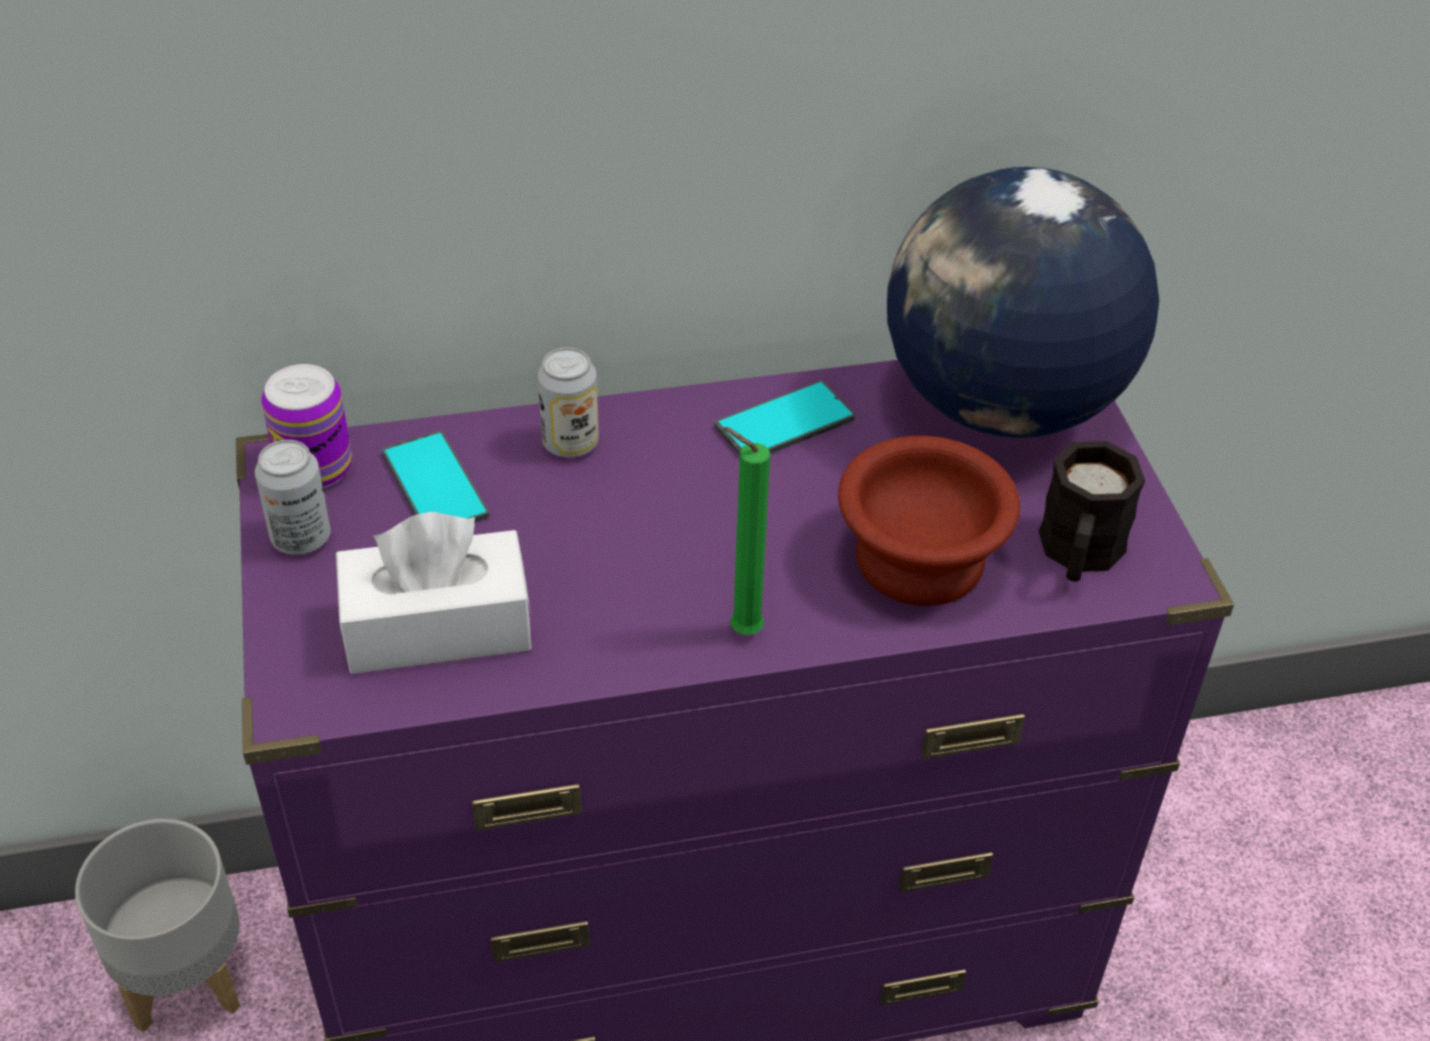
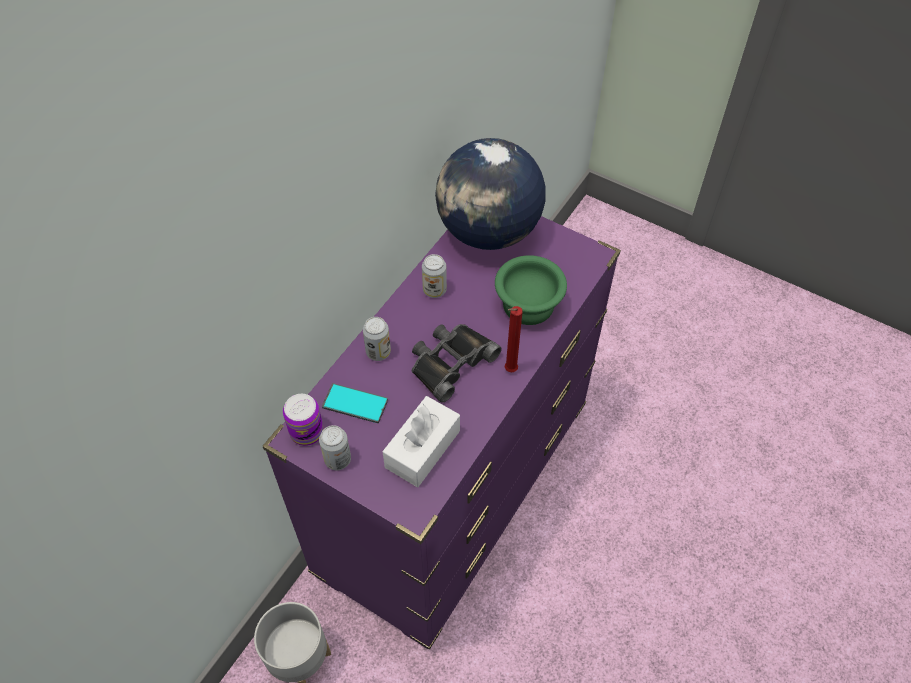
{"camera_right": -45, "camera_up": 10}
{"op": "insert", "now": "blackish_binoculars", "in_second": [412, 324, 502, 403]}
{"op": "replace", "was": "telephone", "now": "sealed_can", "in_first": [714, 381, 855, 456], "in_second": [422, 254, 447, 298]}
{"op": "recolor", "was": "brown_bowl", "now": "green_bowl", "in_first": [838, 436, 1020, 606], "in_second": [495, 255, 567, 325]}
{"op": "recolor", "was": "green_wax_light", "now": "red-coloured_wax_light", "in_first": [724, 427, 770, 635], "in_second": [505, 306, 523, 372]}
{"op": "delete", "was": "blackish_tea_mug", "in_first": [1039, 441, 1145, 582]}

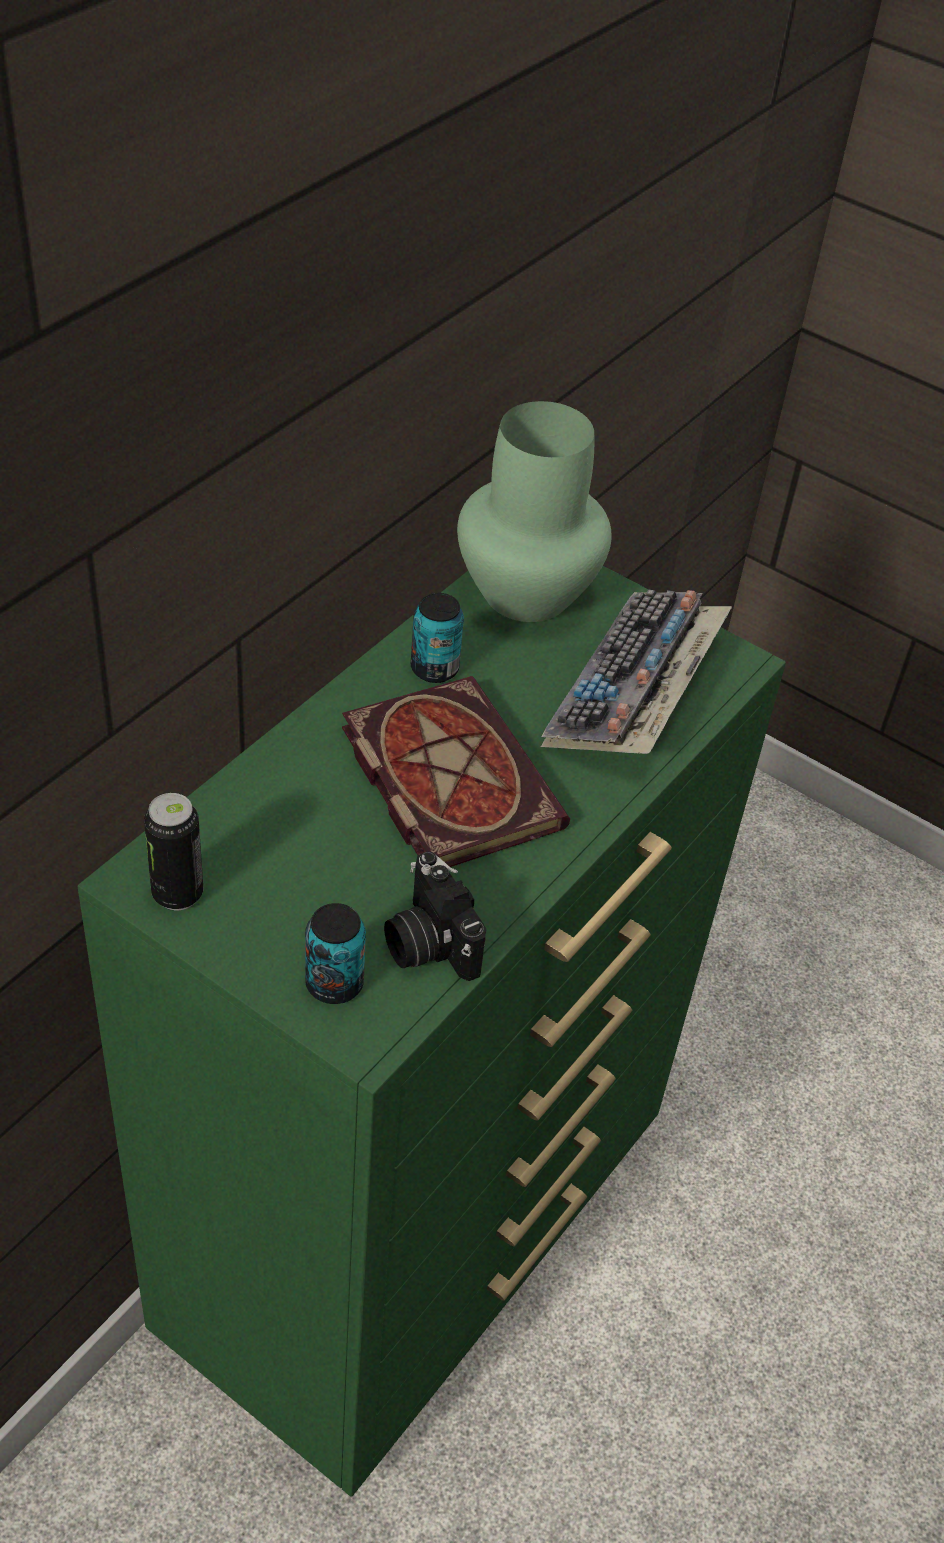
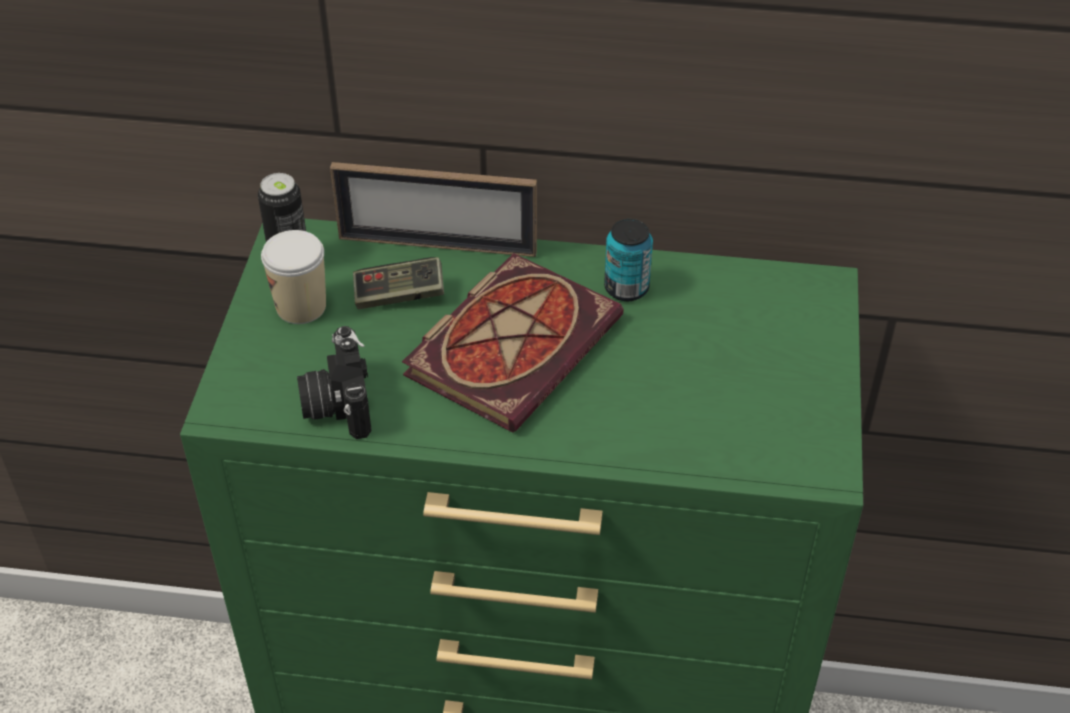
{"camera_right": 65, "camera_up": 0}
{"op": "insert", "now": "drinking_cup", "in_second": [261, 230, 326, 324]}
{"op": "rotate", "was": "still_camera", "in_first": [384, 851, 486, 981], "in_second": [297, 326, 371, 439], "clockwise": -45}
{"op": "insert", "now": "standing_frame", "in_second": [330, 162, 537, 257]}
{"op": "insert", "now": "joypad", "in_second": [353, 257, 444, 309]}
{"op": "delete", "was": "sealed_can", "in_first": [305, 903, 366, 1004]}
{"op": "delete", "was": "green_vase", "in_first": [457, 401, 612, 622]}
{"op": "delete", "was": "computer_keyboard", "in_first": [541, 590, 732, 754]}

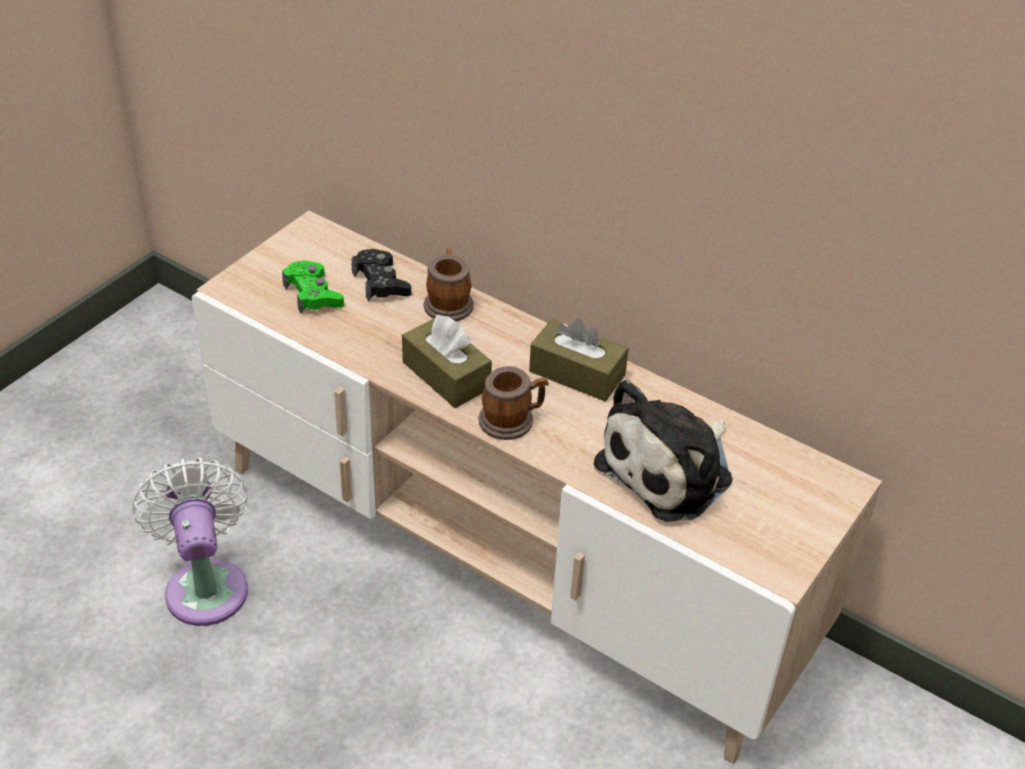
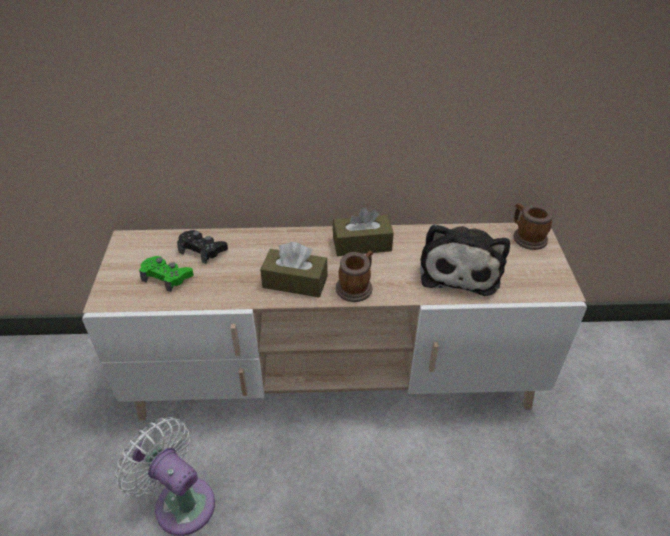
{"camera_right": -35, "camera_up": 0}
{"op": "move", "was": "tea_mug", "in_first": [424, 248, 474, 321], "in_second": [513, 203, 553, 250]}

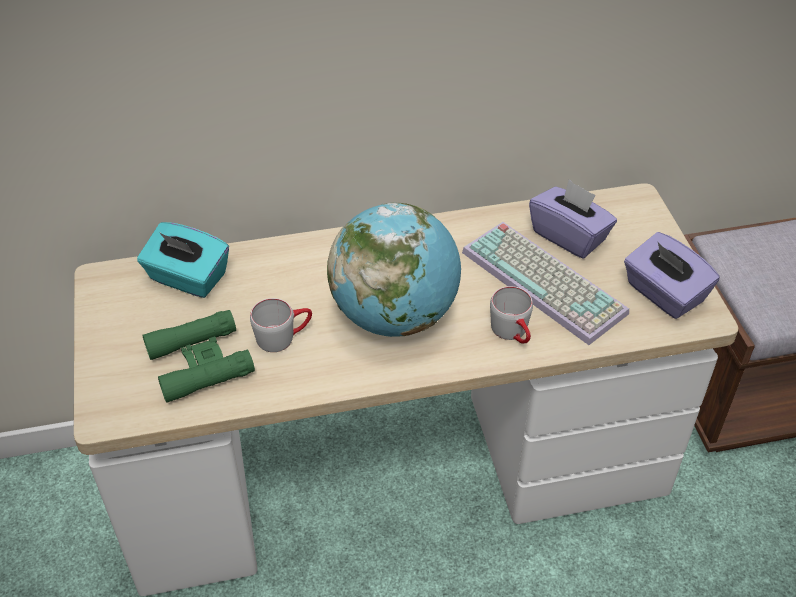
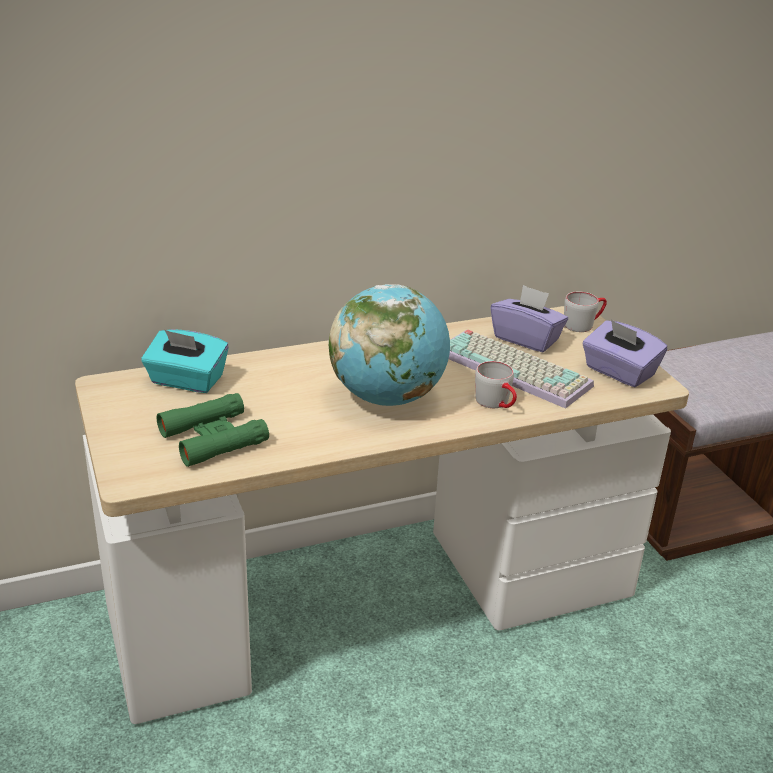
{"camera_right": -10, "camera_up": -15}
{"op": "move", "was": "greyish_tea_mug", "in_first": [250, 298, 312, 352], "in_second": [564, 292, 607, 332]}

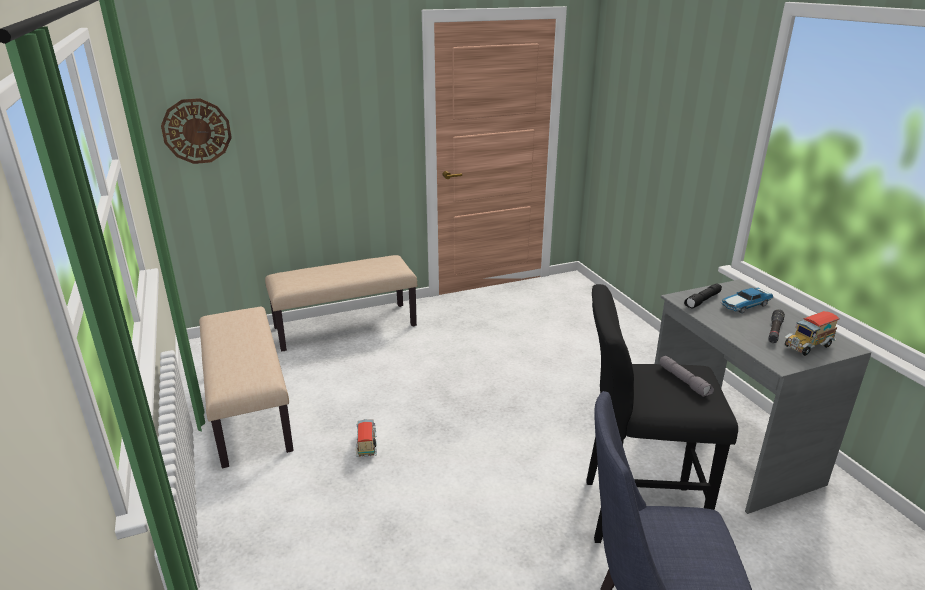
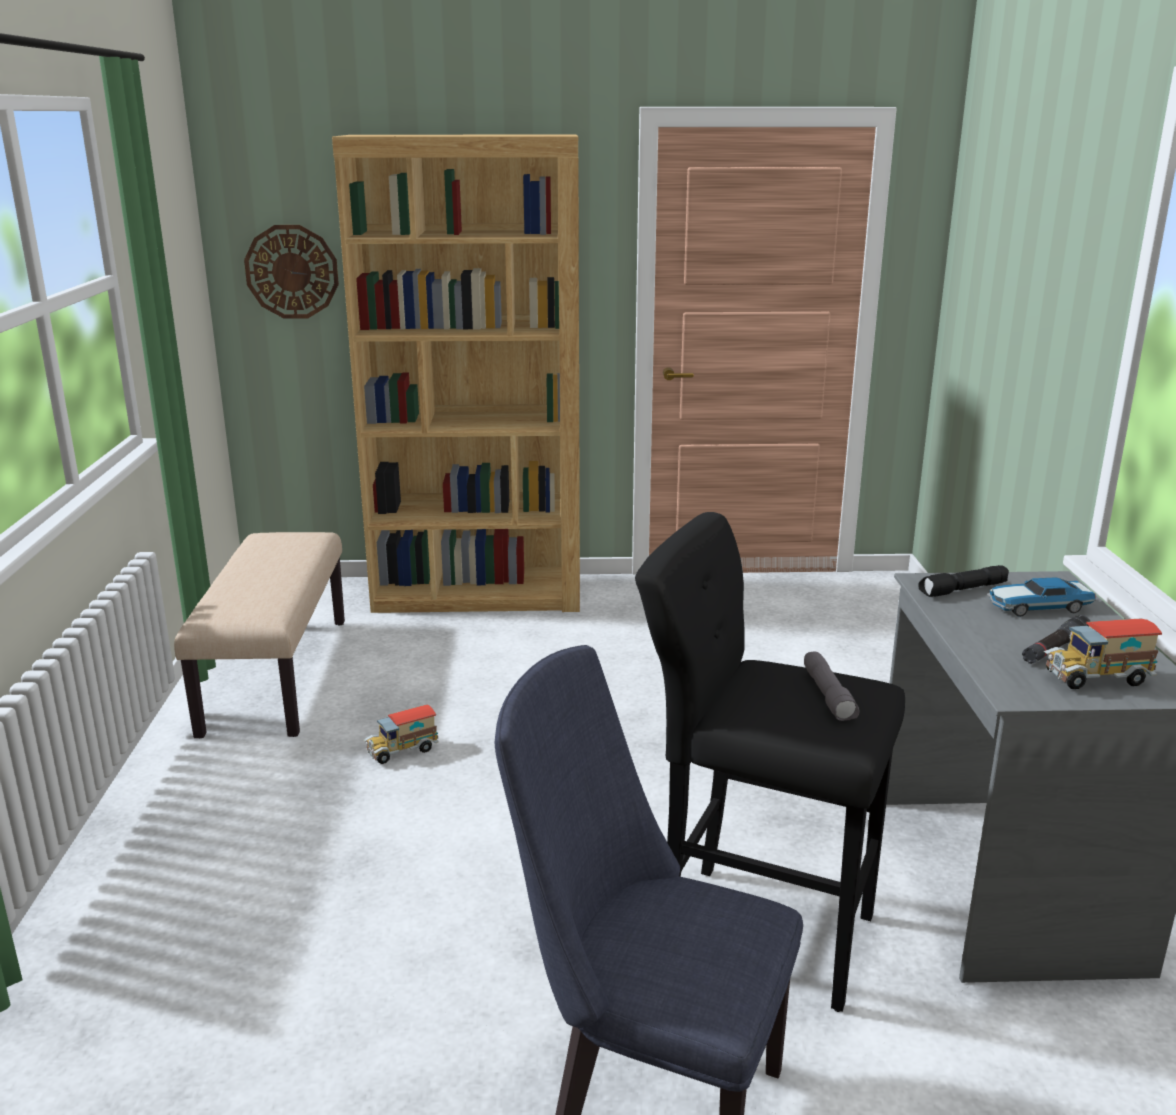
{"camera_right": 20, "camera_up": -5}
{"op": "replace", "was": "beige_bench", "now": "brown_shelving_unit", "in_first": [265, 255, 417, 351], "in_second": [332, 135, 580, 613]}
{"op": "rotate", "was": "toy_lorry", "in_first": [356, 419, 377, 457], "in_second": [364, 704, 439, 764], "clockwise": -135}

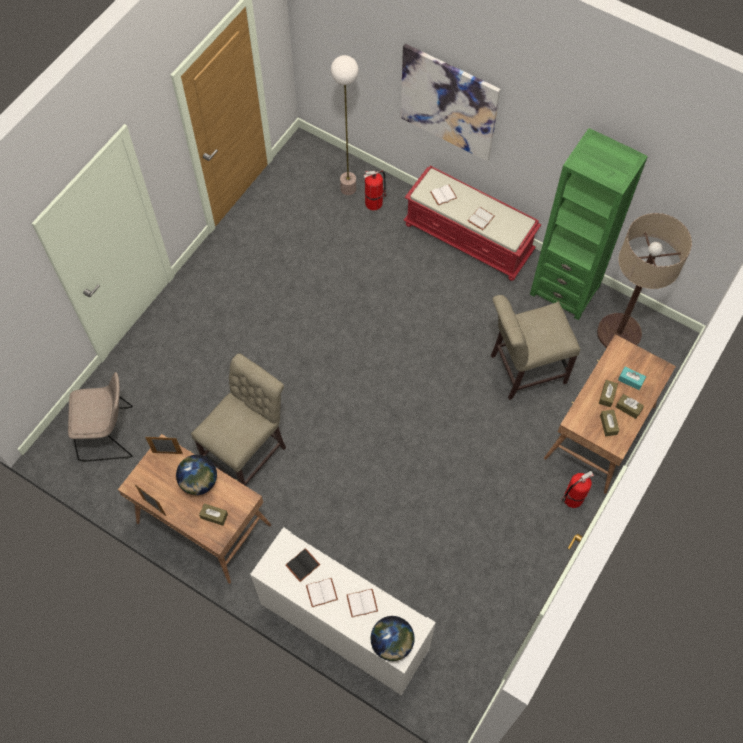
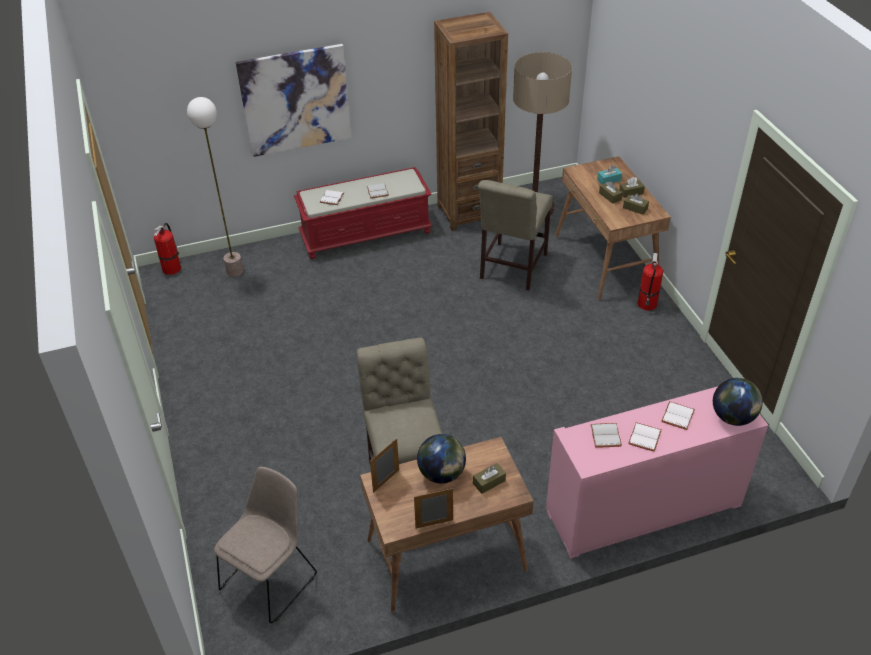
{"camera_right": -50, "camera_up": -20}
{"op": "move", "was": "fire_extinguisher", "in_first": [364, 171, 387, 210], "in_second": [154, 223, 181, 275]}
{"op": "recolor", "was": "green_shelving_unit", "now": "brown_shelving_unit", "in_first": [530, 128, 648, 320], "in_second": [434, 12, 508, 231]}
{"op": "recolor", "was": "white_cabinet", "now": "pink_cabinet", "in_first": [250, 527, 436, 695], "in_second": [546, 386, 768, 559]}
{"op": "recolor", "was": "blackish_book", "now": "white_book", "in_first": [286, 548, 320, 582], "in_second": [590, 423, 622, 448]}

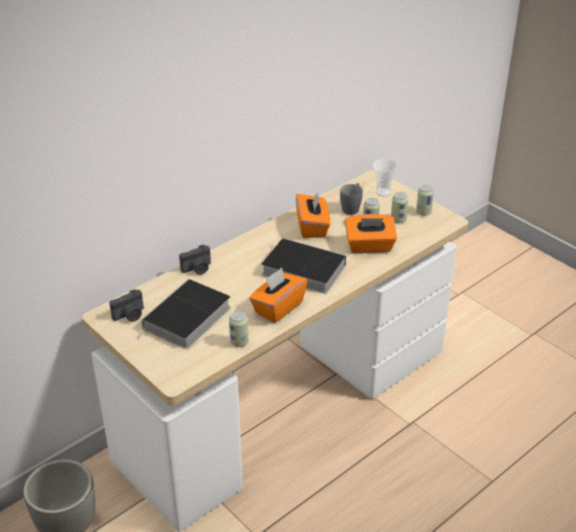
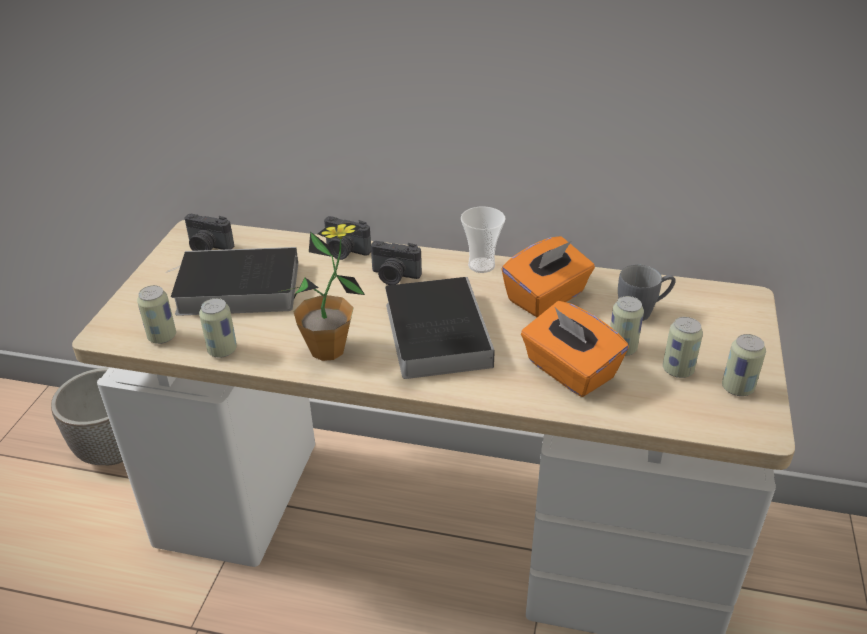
{"camera_right": 55, "camera_up": 0}
{"op": "insert", "now": "sealed_can", "in_second": [137, 285, 176, 344]}
{"op": "replace", "was": "orangey_tissue_holder", "now": "plant_in_a_pot", "in_first": [249, 268, 307, 323], "in_second": [278, 223, 365, 361]}
{"op": "insert", "now": "still_camera", "in_second": [371, 241, 422, 285]}
{"op": "move", "was": "drinking_cup", "in_first": [373, 159, 398, 197], "in_second": [461, 206, 505, 273]}

